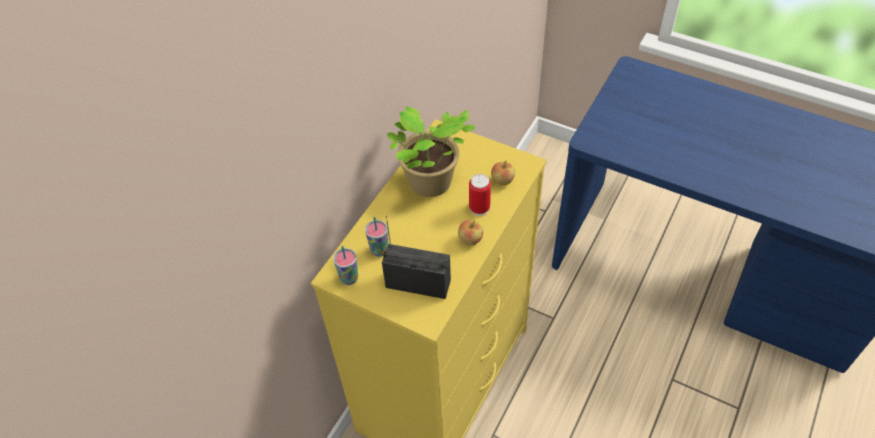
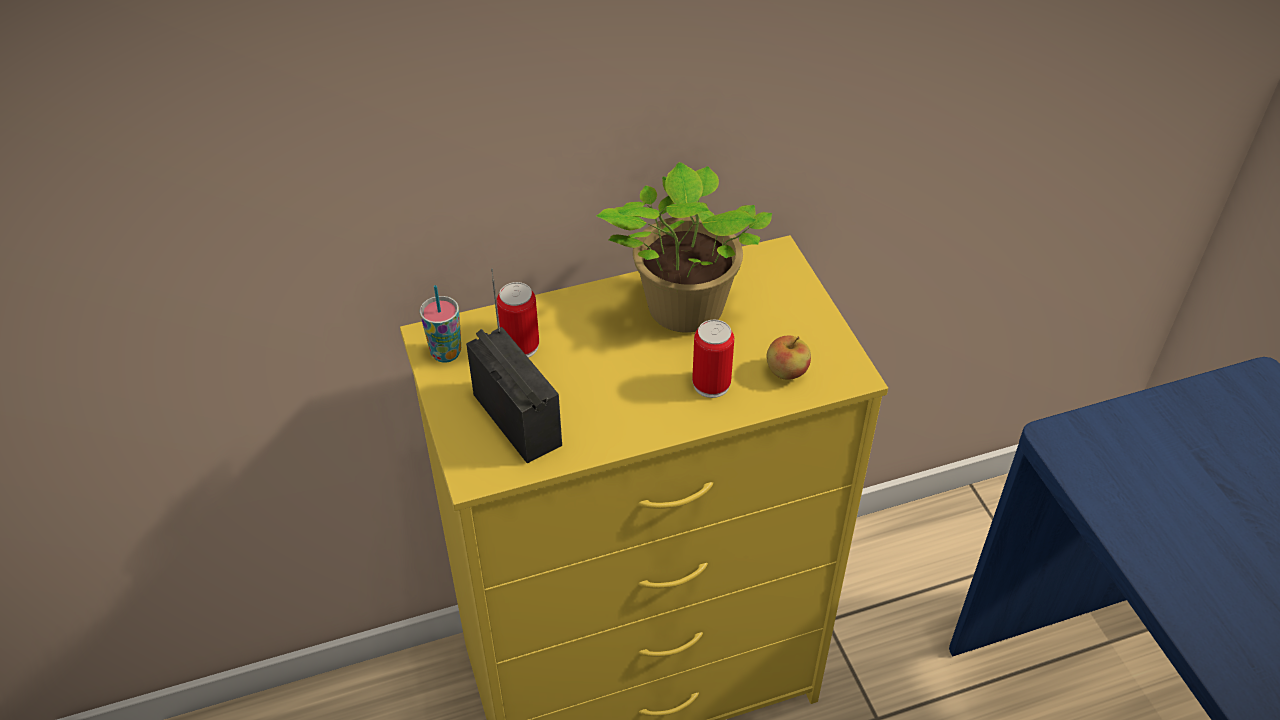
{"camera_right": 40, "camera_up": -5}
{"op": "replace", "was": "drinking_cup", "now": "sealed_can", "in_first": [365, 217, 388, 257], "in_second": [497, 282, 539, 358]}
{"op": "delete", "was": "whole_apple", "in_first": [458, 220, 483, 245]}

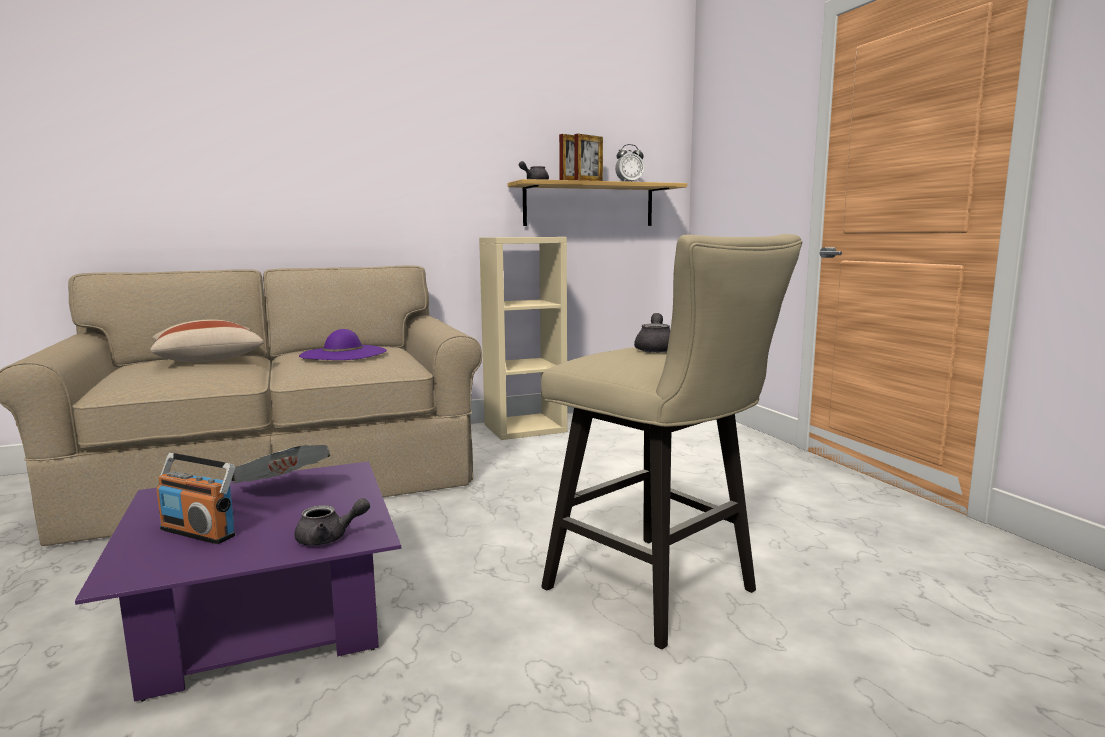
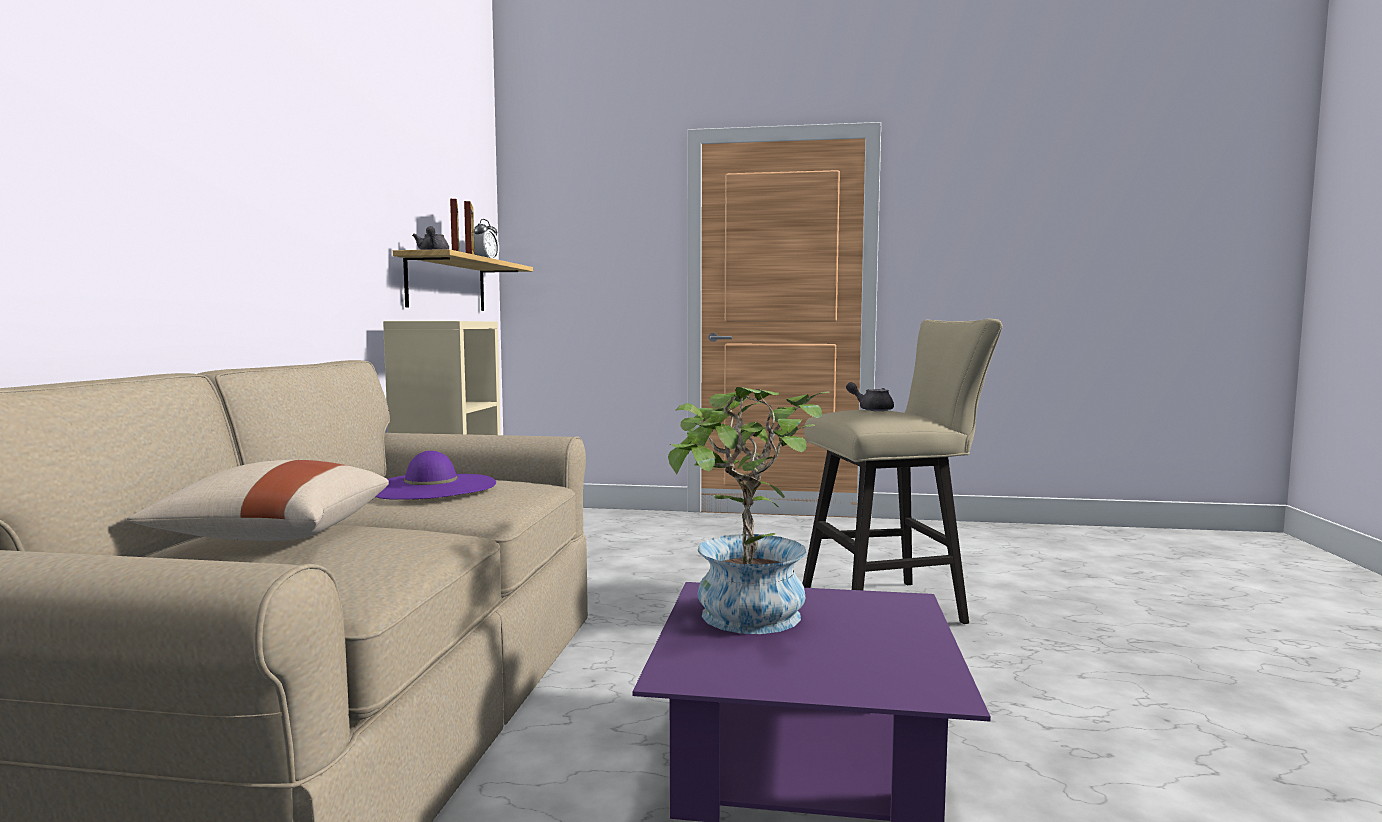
{"camera_right": -60, "camera_up": -5}
{"op": "replace", "was": "newspaper", "now": "plant_in_a_pot", "in_first": [231, 445, 331, 483], "in_second": [668, 387, 830, 634]}
{"op": "delete", "was": "radio_set", "in_first": [156, 453, 235, 544]}
{"op": "delete", "was": "greyish_teapot", "in_first": [294, 498, 370, 546]}

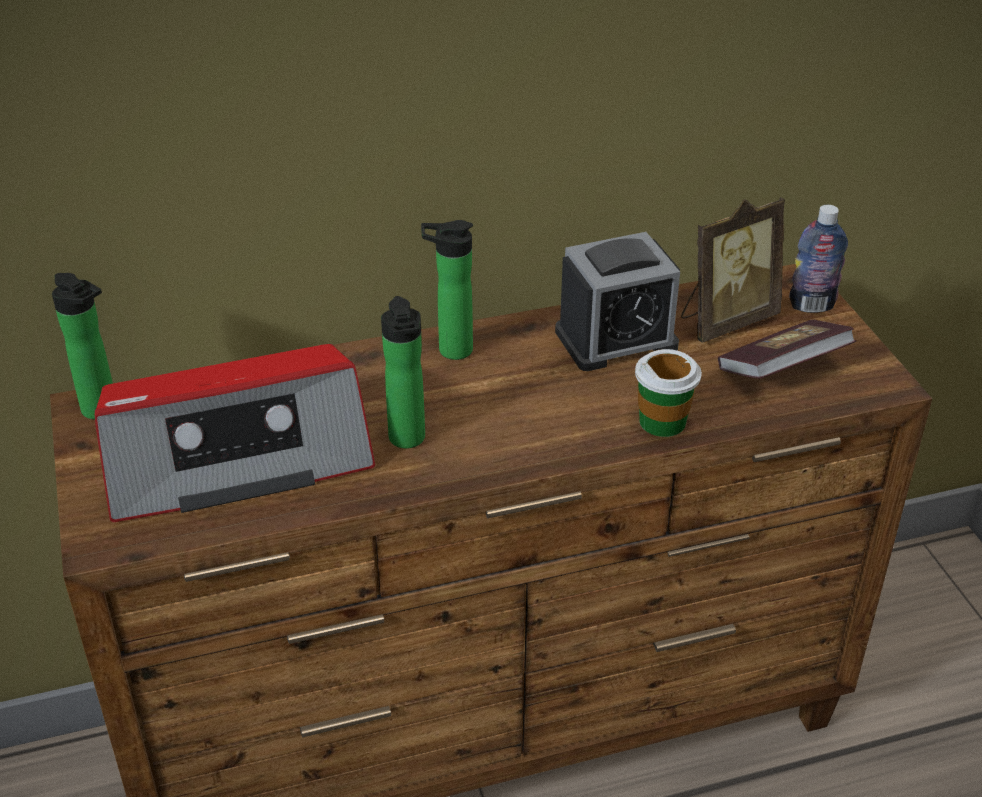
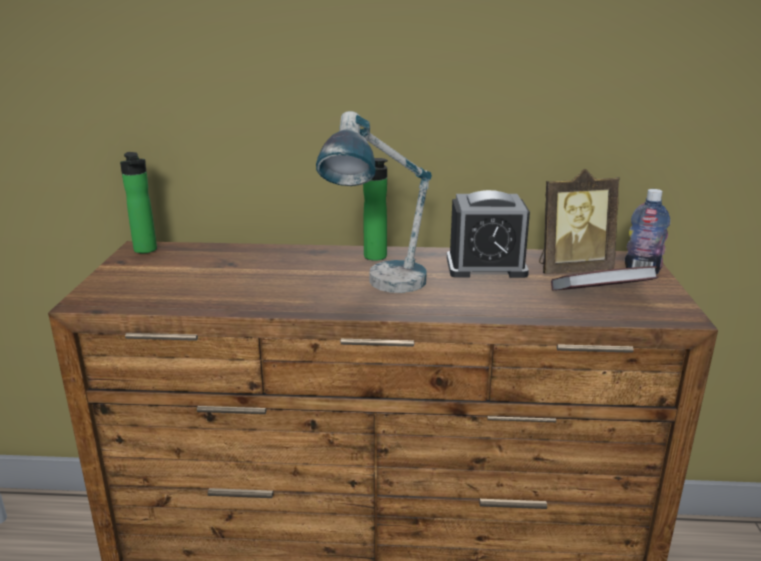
{"camera_right": 20, "camera_up": -15}
{"op": "insert", "now": "table_lamp", "in_second": [316, 111, 432, 293]}
{"op": "delete", "was": "radio_set", "in_first": [95, 344, 375, 522]}
{"op": "delete", "was": "bottle", "in_first": [381, 296, 425, 448]}
{"op": "delete", "was": "drinking_cup", "in_first": [635, 349, 702, 437]}

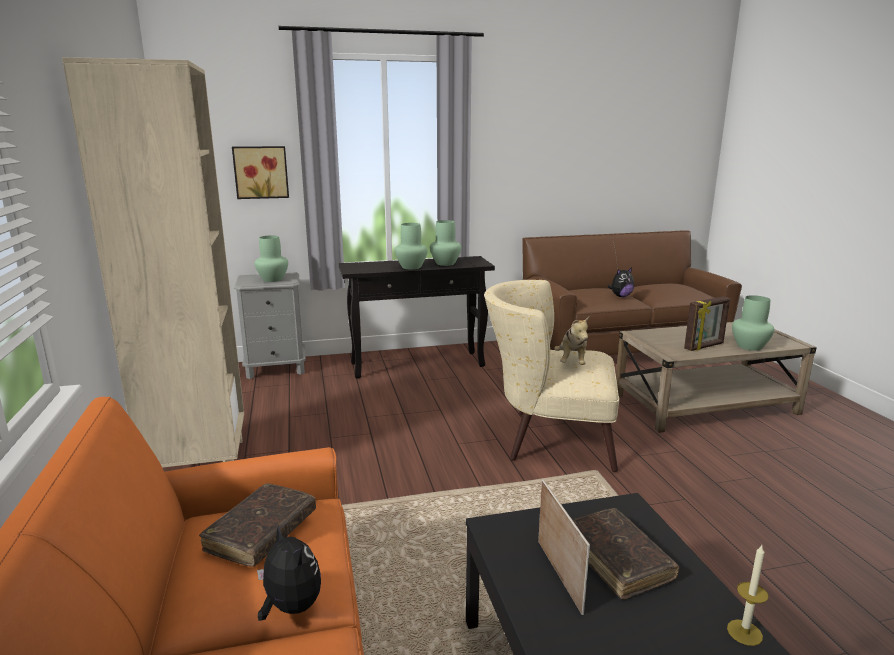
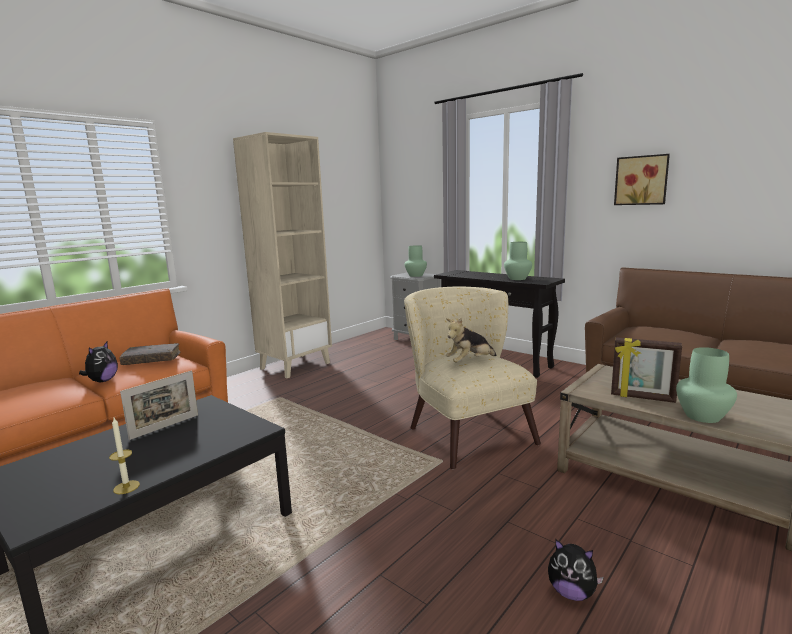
{"camera_right": 55, "camera_up": -5}
{"op": "move", "was": "cuddly_toy", "in_first": [608, 268, 634, 297], "in_second": [548, 540, 604, 601]}
{"op": "move", "was": "wall_picture", "in_first": [232, 146, 289, 199], "in_second": [614, 154, 670, 205]}
{"op": "delete", "was": "green_vase", "in_first": [395, 223, 428, 269]}
{"op": "delete", "was": "brown_book", "in_first": [573, 508, 679, 600]}

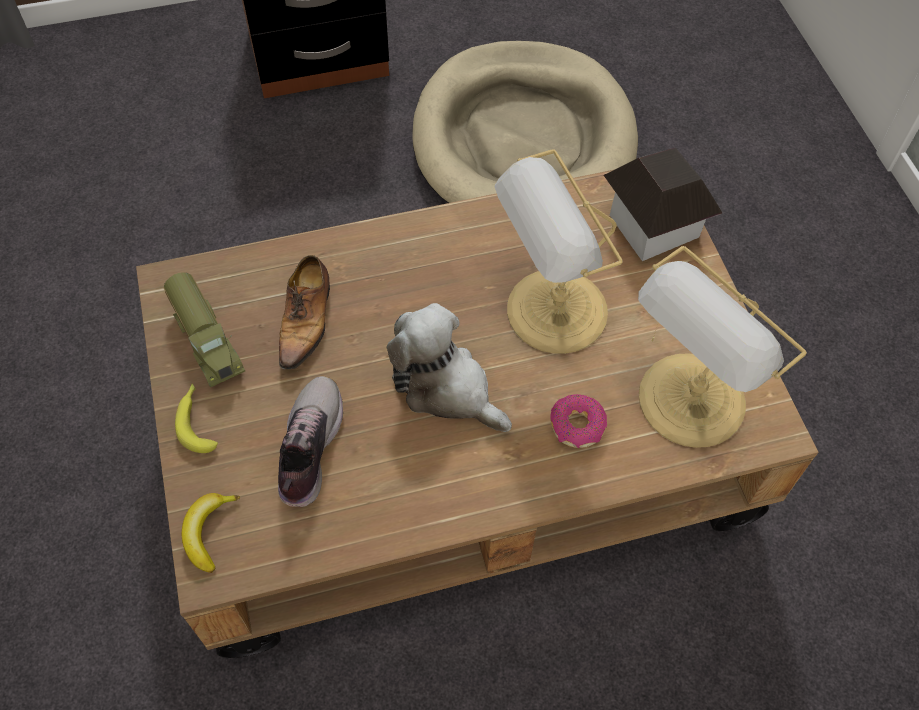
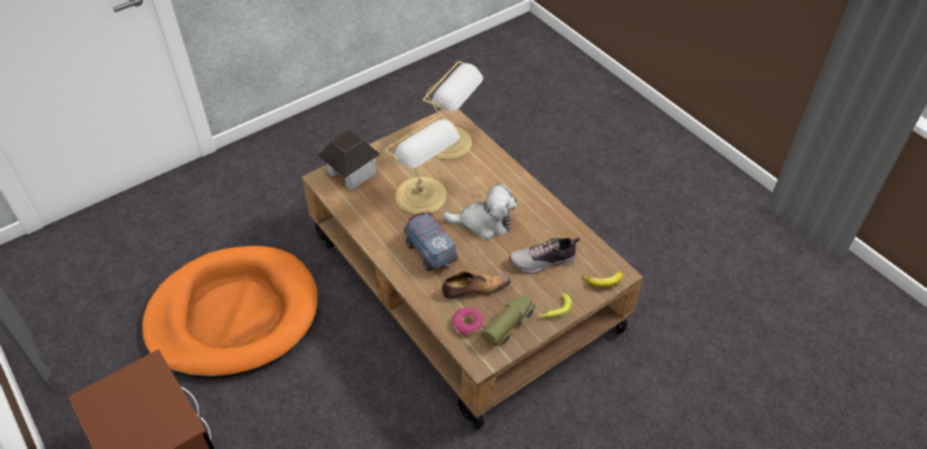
{"camera_right": -110, "camera_up": -10}
{"op": "recolor", "was": "beige_pet_bed", "now": "orangey_pet_bed", "in_first": [412, 41, 638, 203], "in_second": [142, 246, 318, 379]}
{"op": "insert", "now": "toy_lorry", "in_second": [404, 210, 458, 271]}
{"op": "rotate", "was": "cuddly_toy", "in_first": [387, 303, 512, 432], "in_second": [443, 184, 517, 240], "clockwise": -105}
{"op": "move", "was": "ring_doughnut", "in_first": [550, 394, 607, 448], "in_second": [452, 307, 483, 336]}

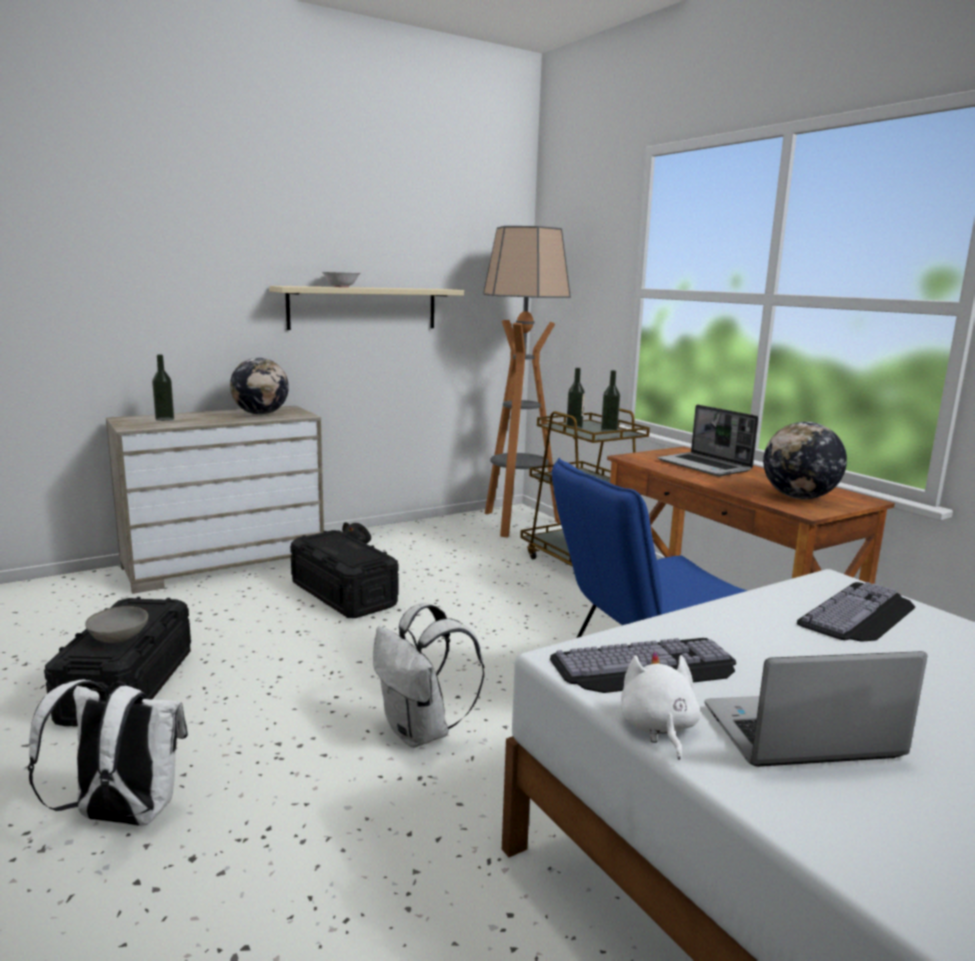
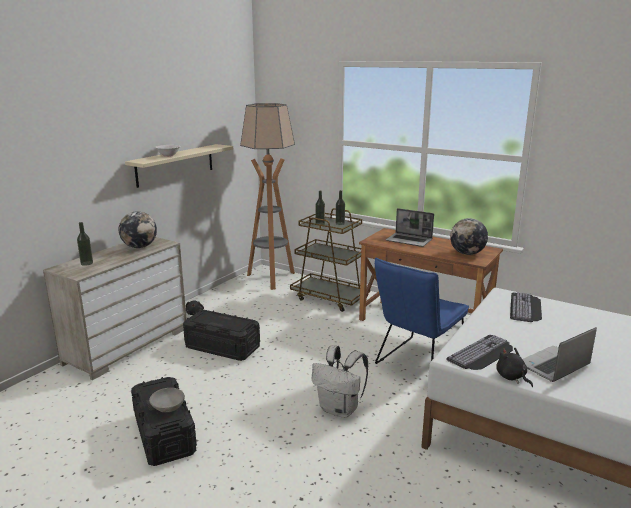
{"camera_right": -25, "camera_up": 5}
{"op": "recolor", "was": "white_cuddly_toy", "now": "blackish_cuddly_toy", "in_first": [621, 651, 700, 760], "in_second": [496, 348, 533, 387]}
{"op": "delete", "was": "white_rucksack", "in_first": [28, 679, 188, 826]}

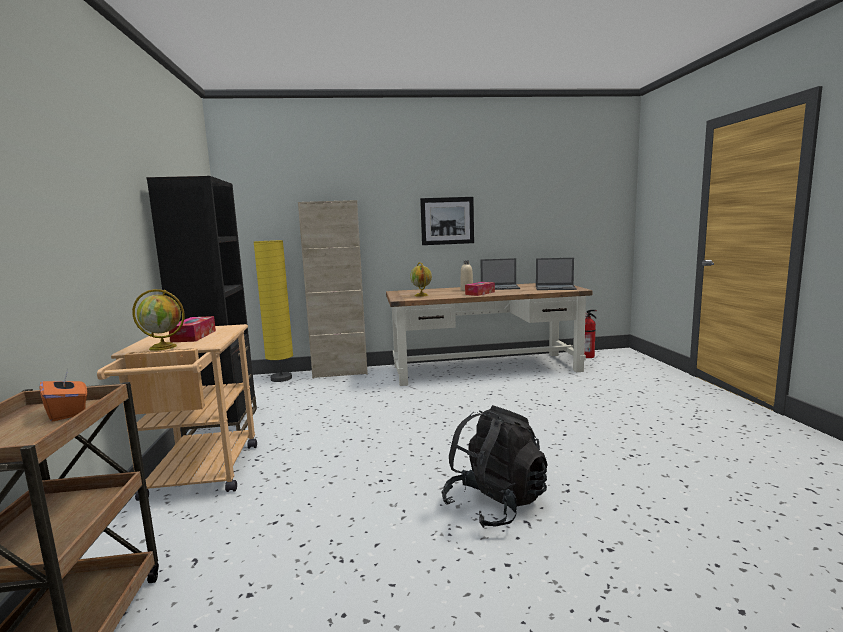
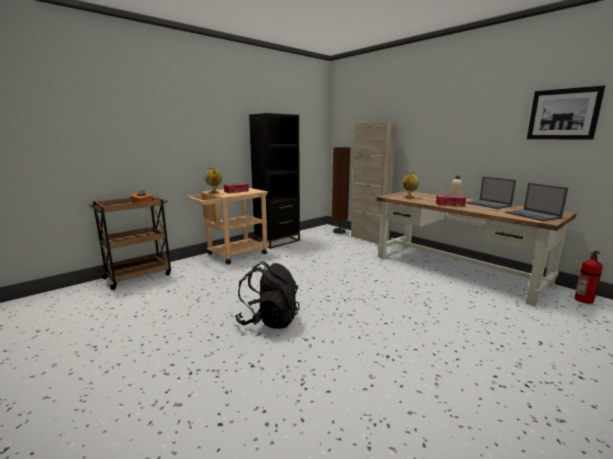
{"camera_right": 55, "camera_up": 5}
{"op": "recolor", "was": "yellow_standard_lamp", "now": "brown_standard_lamp", "in_first": [254, 240, 293, 382], "in_second": [332, 147, 350, 234]}
{"op": "move", "was": "wall_picture", "in_first": [420, 197, 474, 245], "in_second": [527, 85, 605, 140]}

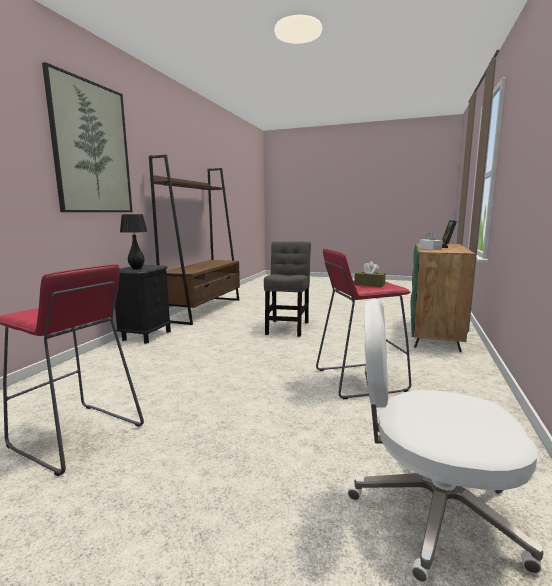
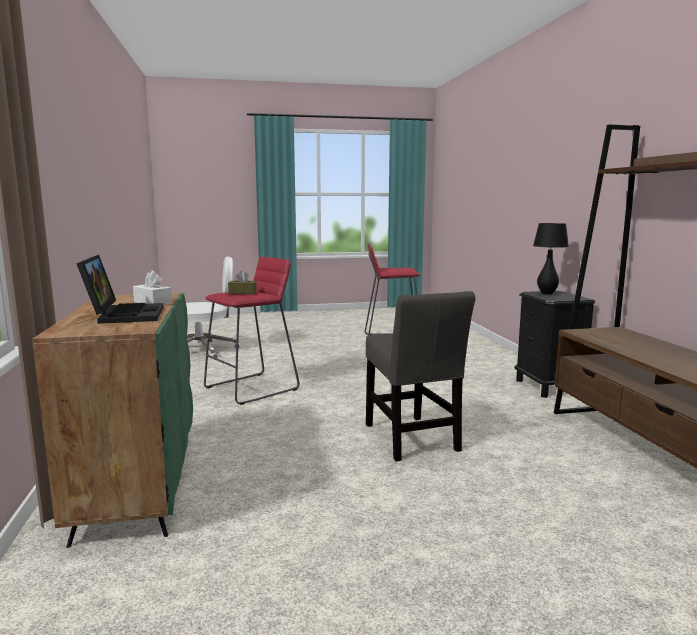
{"camera_right": 150, "camera_up": 0}
{"op": "delete", "was": "wall_picture", "in_first": [42, 62, 133, 212]}

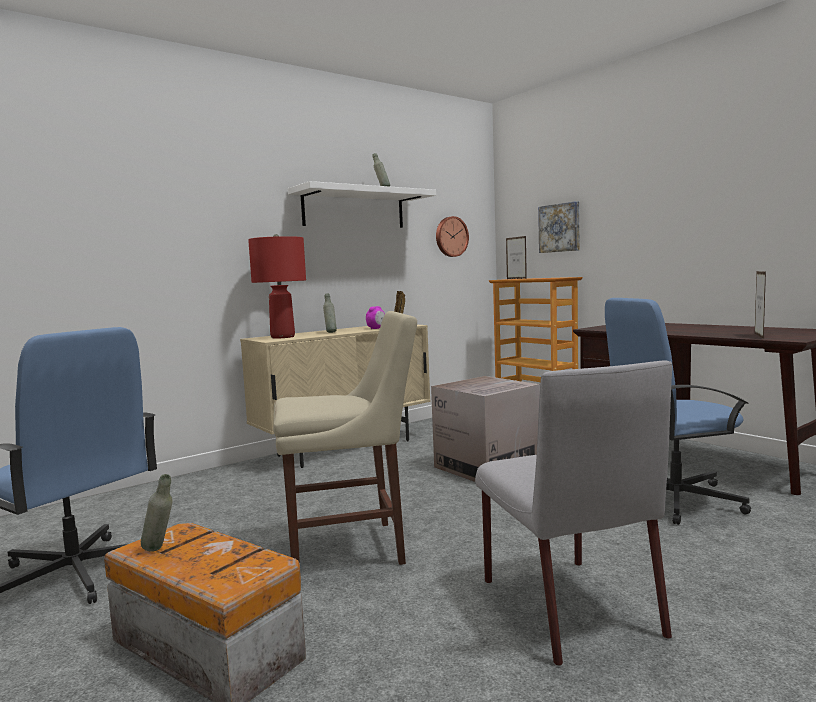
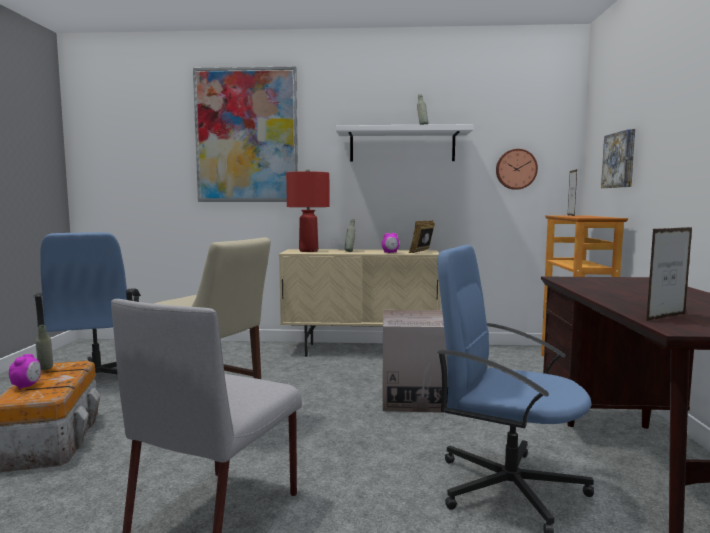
{"camera_right": 40, "camera_up": 0}
{"op": "insert", "now": "alarm_clock", "in_second": [9, 354, 41, 389]}
{"op": "insert", "now": "wall_picture", "in_second": [193, 66, 298, 202]}

